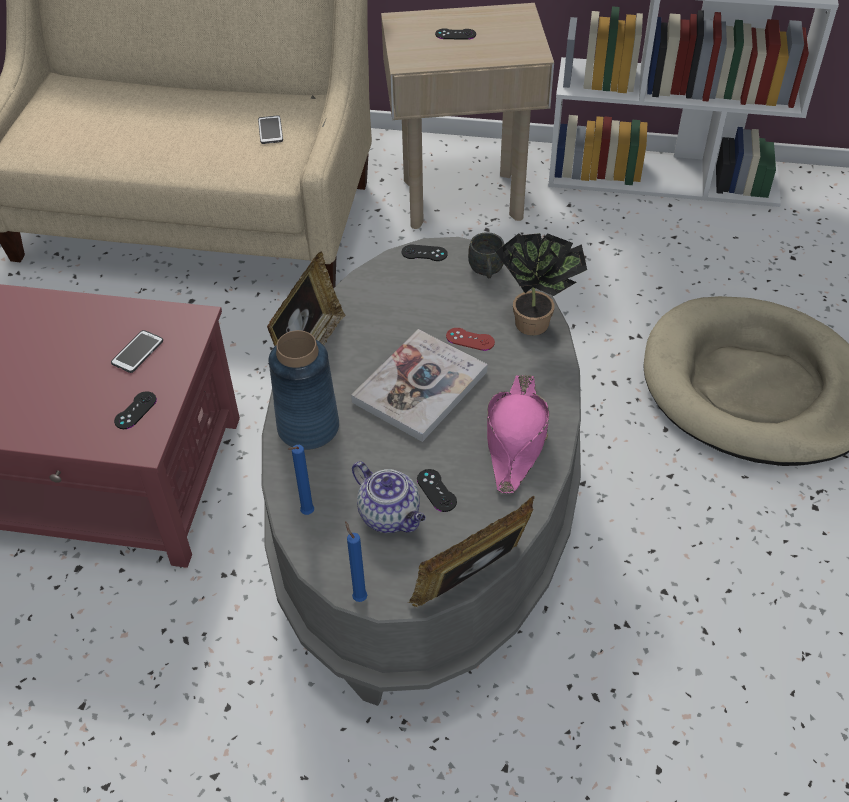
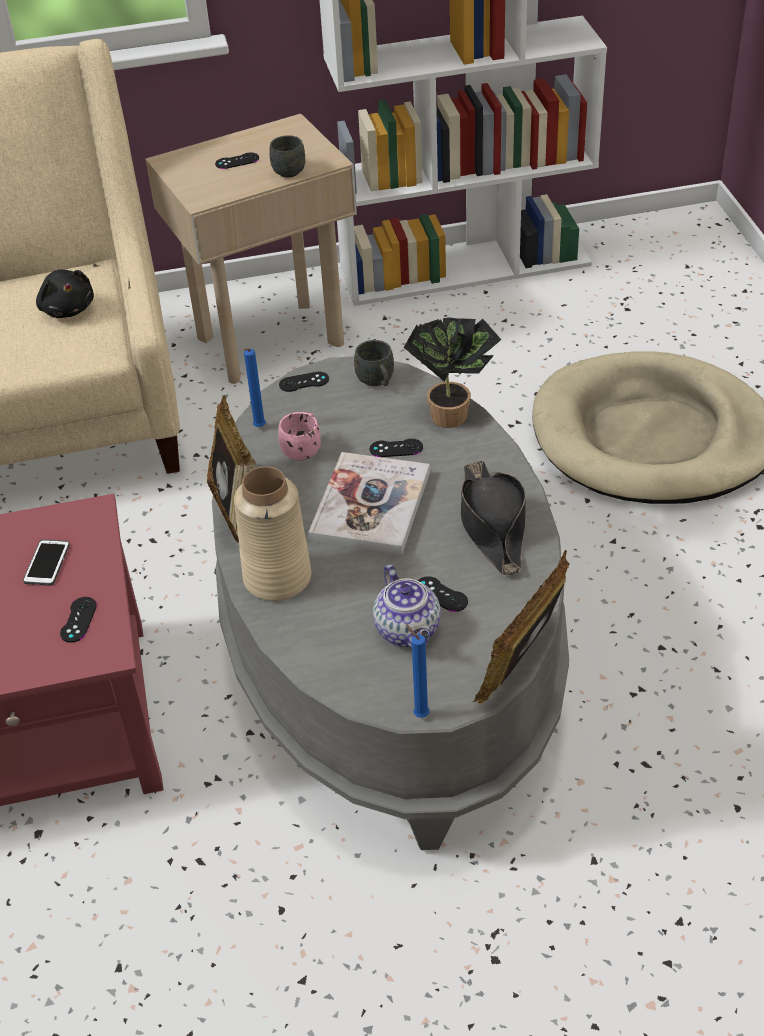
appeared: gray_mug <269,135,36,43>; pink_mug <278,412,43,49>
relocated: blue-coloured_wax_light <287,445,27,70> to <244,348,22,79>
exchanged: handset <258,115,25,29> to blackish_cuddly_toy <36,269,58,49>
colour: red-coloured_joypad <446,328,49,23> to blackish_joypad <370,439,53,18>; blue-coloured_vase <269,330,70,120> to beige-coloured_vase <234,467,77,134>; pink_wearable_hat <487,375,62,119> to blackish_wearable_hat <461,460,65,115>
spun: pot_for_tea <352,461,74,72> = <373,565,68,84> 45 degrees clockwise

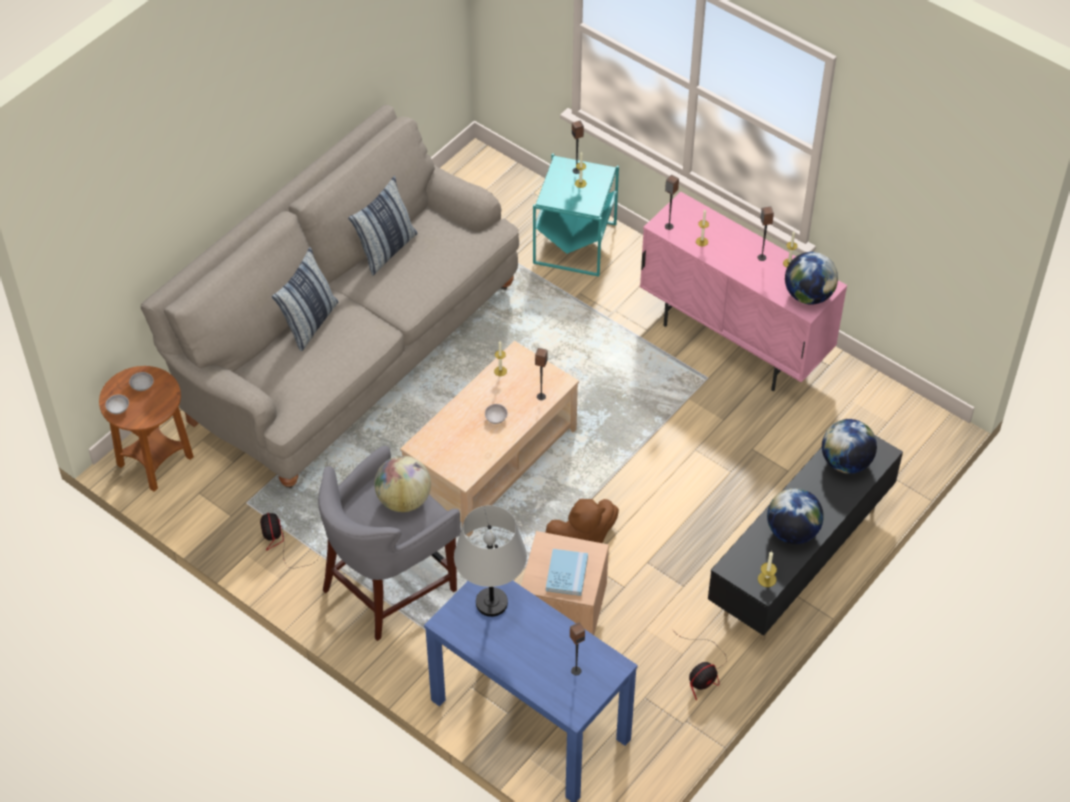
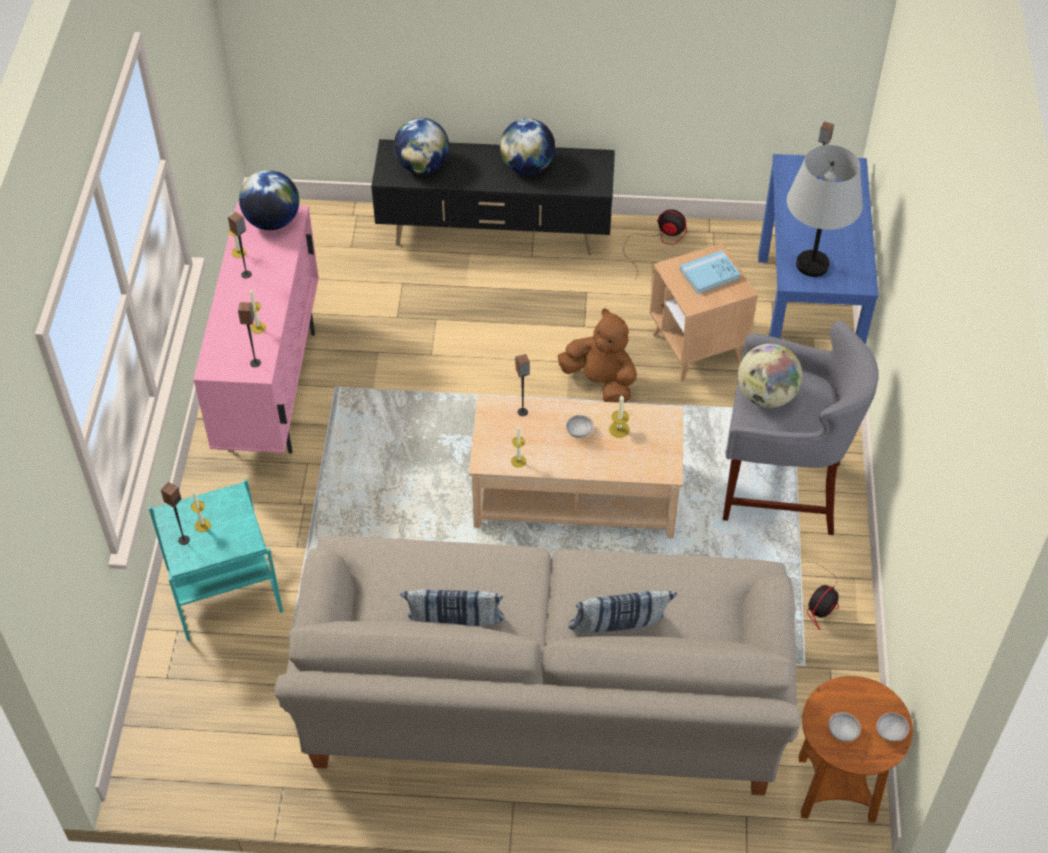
relocated: wax_light <758,551,19,36> to <609,395,21,43>

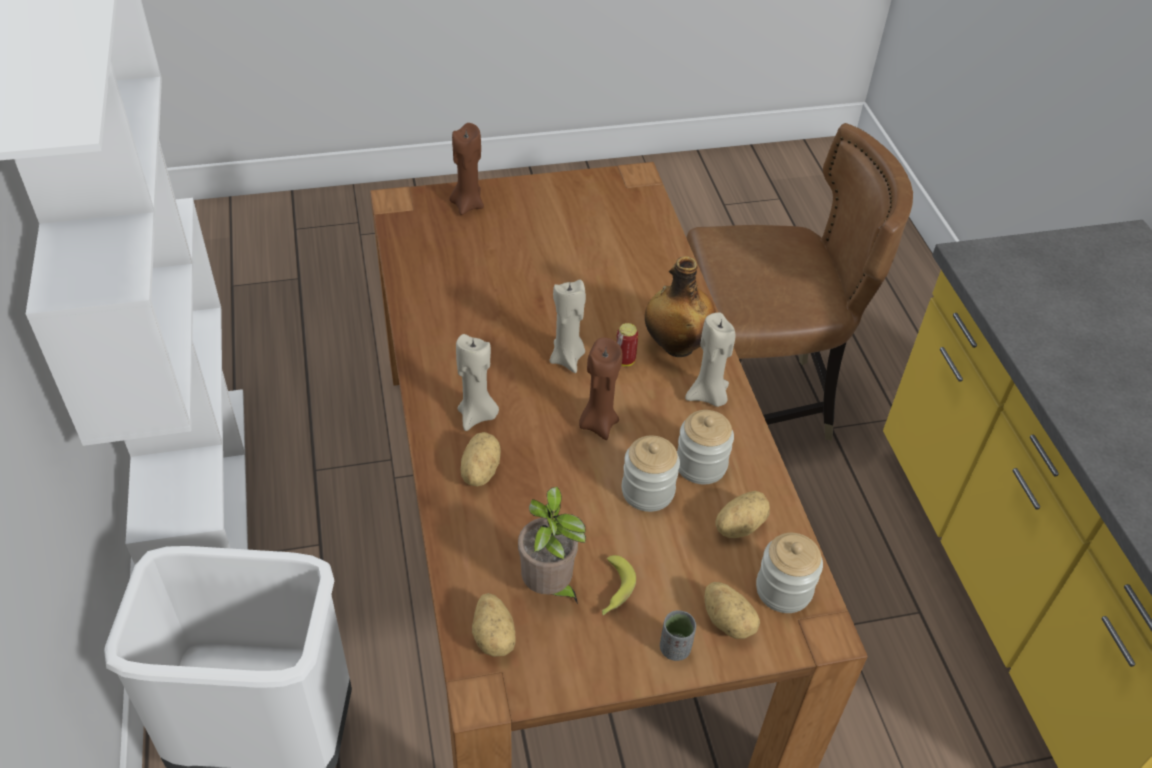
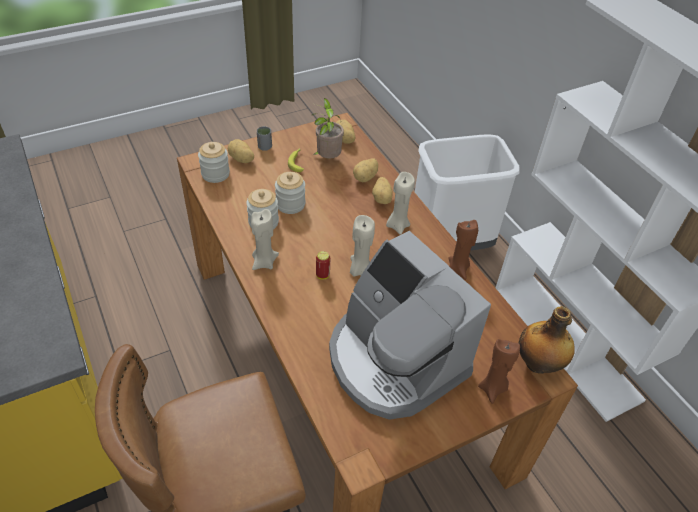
appeared: coffee_machine <329,231,162,189>
relocated: beverage_bottle <645,256,71,101> to <518,306,57,68>; brownish_wax_light <579,338,44,102> to <449,220,29,60>; whole_potato <715,491,55,47> to <353,158,25,24>

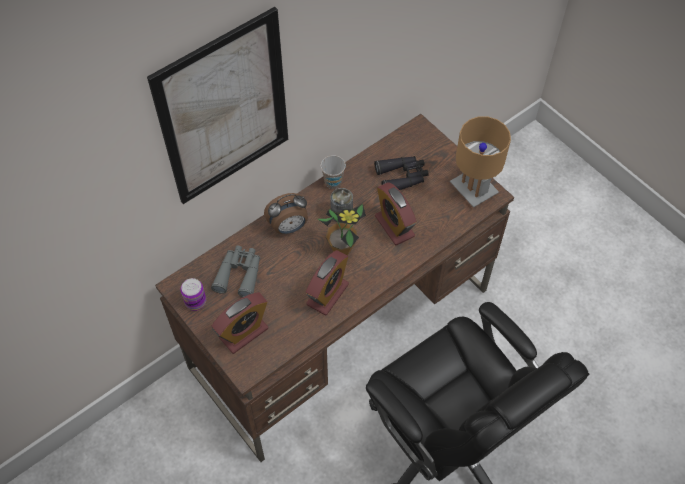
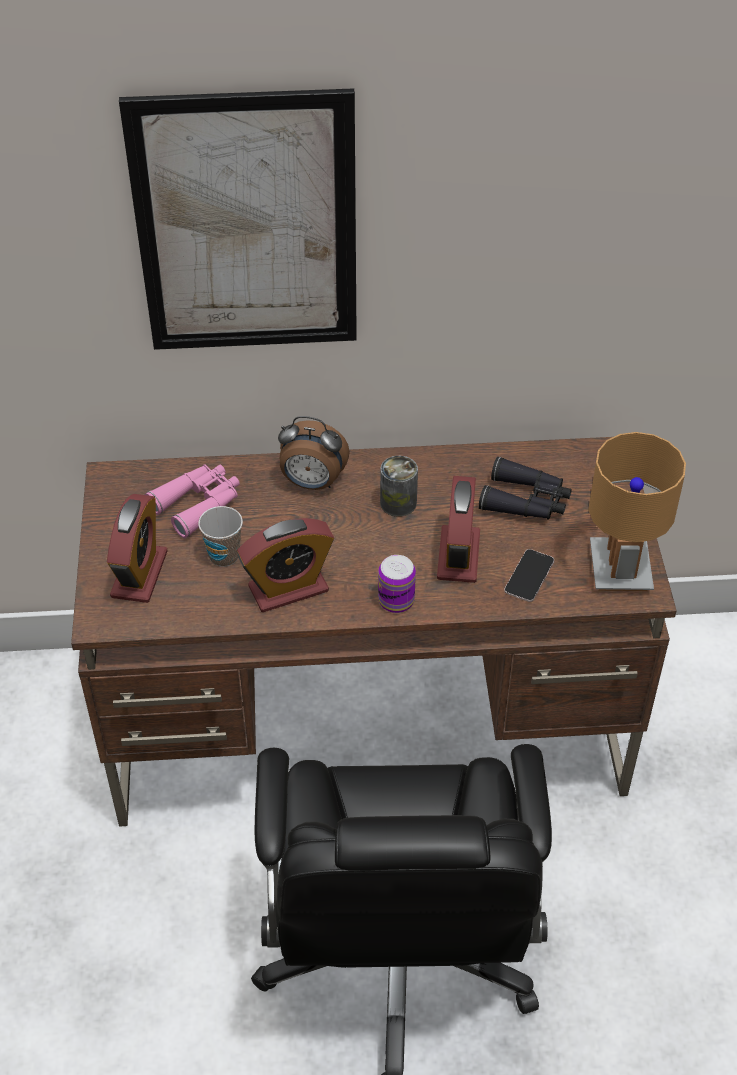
missing: plant_in_a_pot <317,204,49,51>
appeared: handset <504,549,50,53>
relocated: cup <320,155,26,34> to <198,506,45,61>; can <181,278,25,33> to <378,555,38,58>
colour: gray_binoculars <211,245,49,52> to pink_binoculars <145,464,95,74>
spun: bedside_clock <212,292,56,62> = <107,494,60,109> 75 degrees counterclockwise

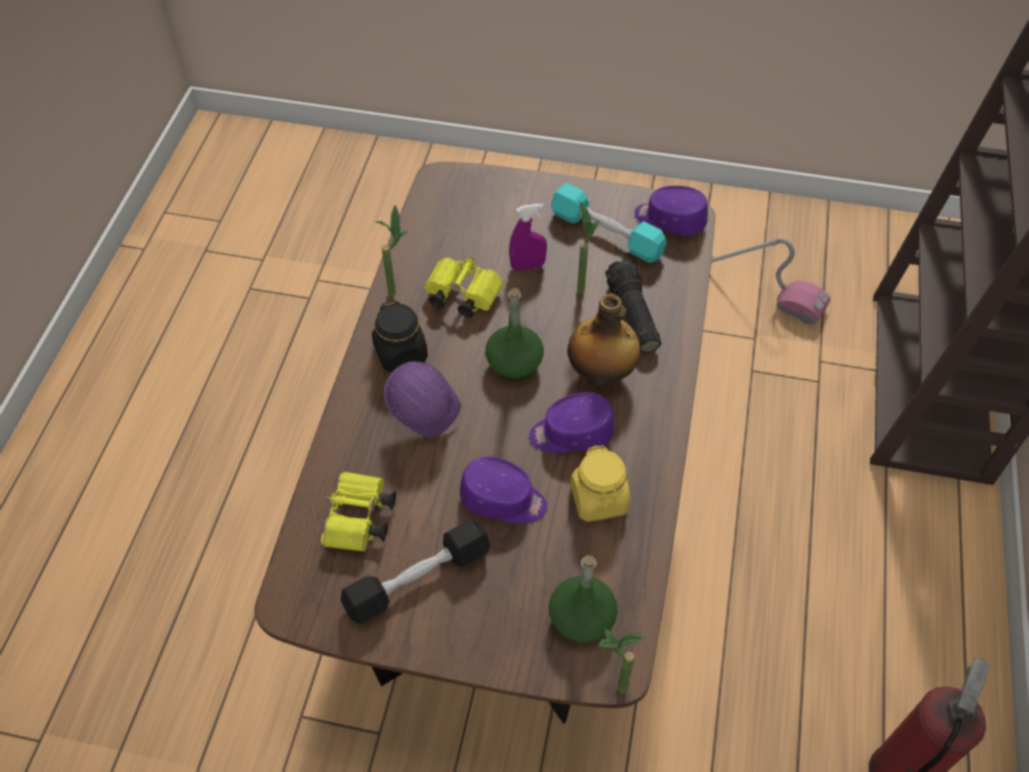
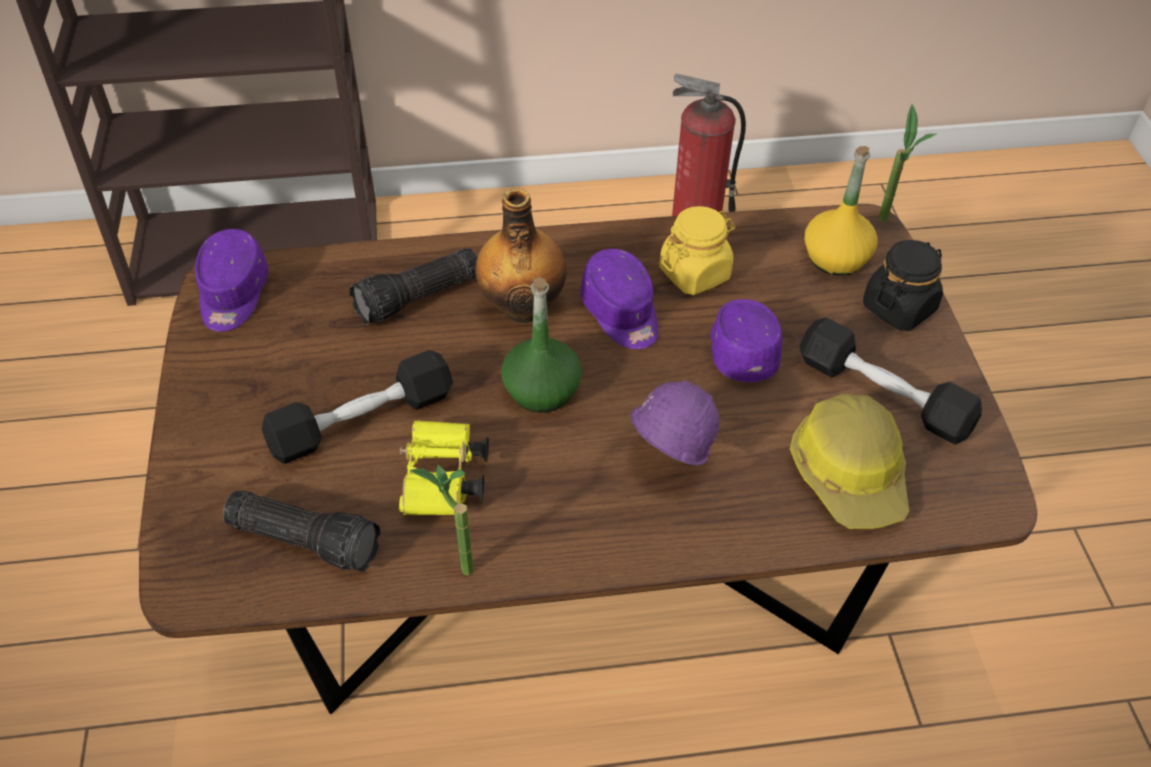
missing: turquoise-coloured_free_weight <551,183,116,80>; plant_in_a_pot <577,201,23,93>; vacuum_cleaner <711,238,119,87>
appeared: hand_torch <223,491,158,81>
relocated: blackish_preserve_jar <372,300,56,72> to <863,240,80,91>
exchanged: purplish_sprayer <509,204,38,67> to blackish_free_weight <262,350,191,114>; yellow_binoculars <321,472,75,80> to work_helmet <790,394,119,135>
colour: green-coloured_beverage_bottle <549,555,69,88> to yellow_beverage_bottle <805,146,72,130>

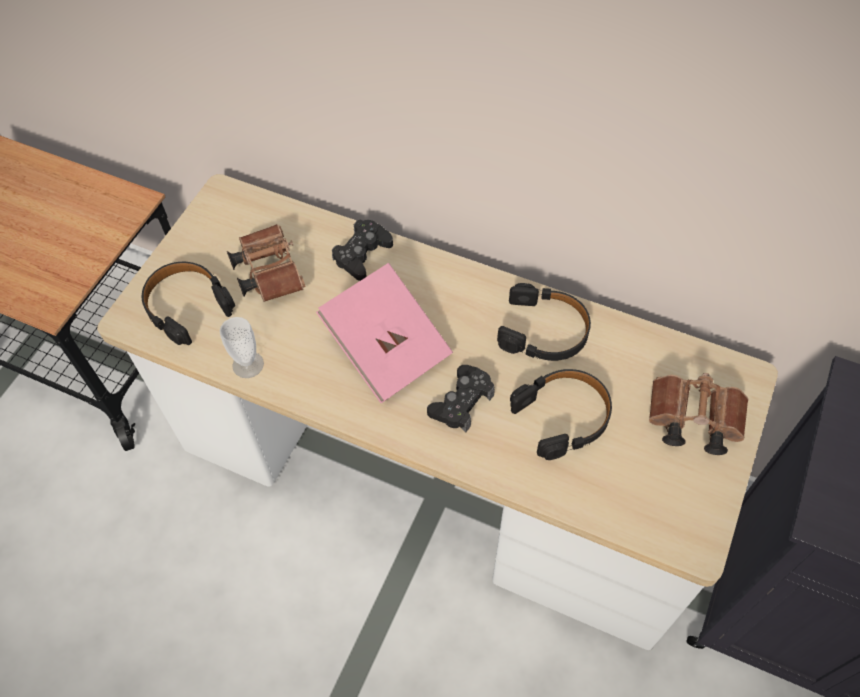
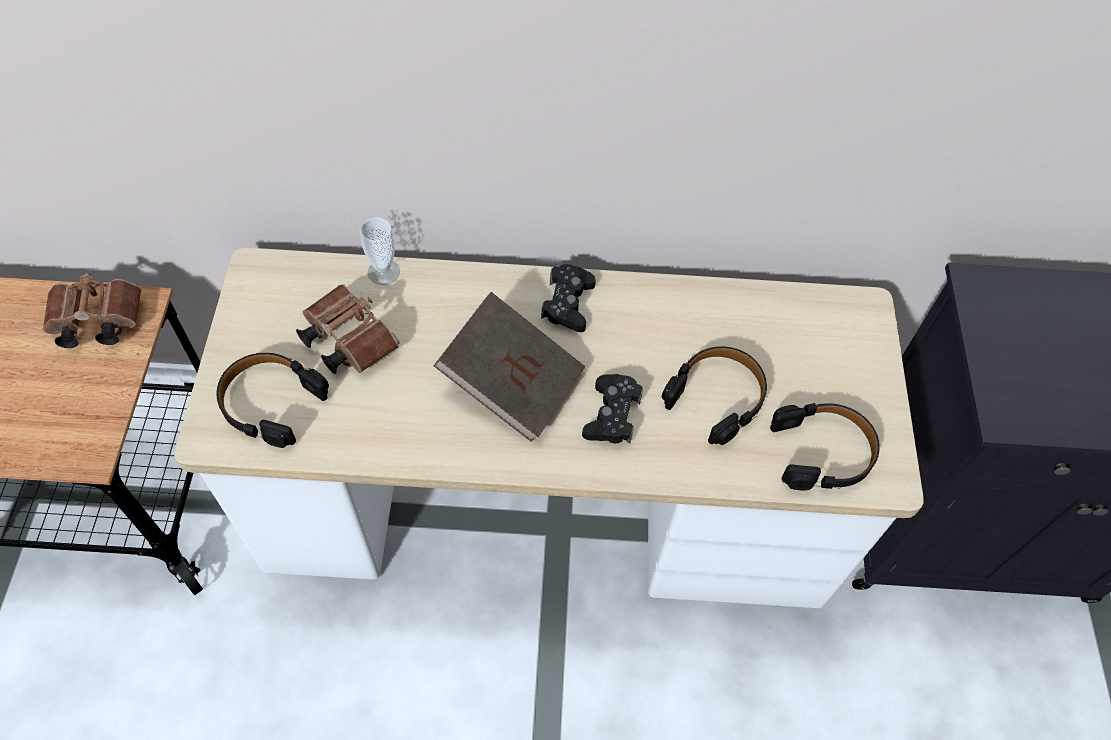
relocated: blackish_joypad <332,219,61,62> to <541,264,55,68>; blackish_headphones <497,283,94,78> to <770,403,110,88>; cup <220,317,44,61> to <360,217,40,68>; brownish_binoculars <649,373,99,82> to <43,273,98,75>
colour: pink_book <316,263,137,140> to brownish_book <434,292,151,150>

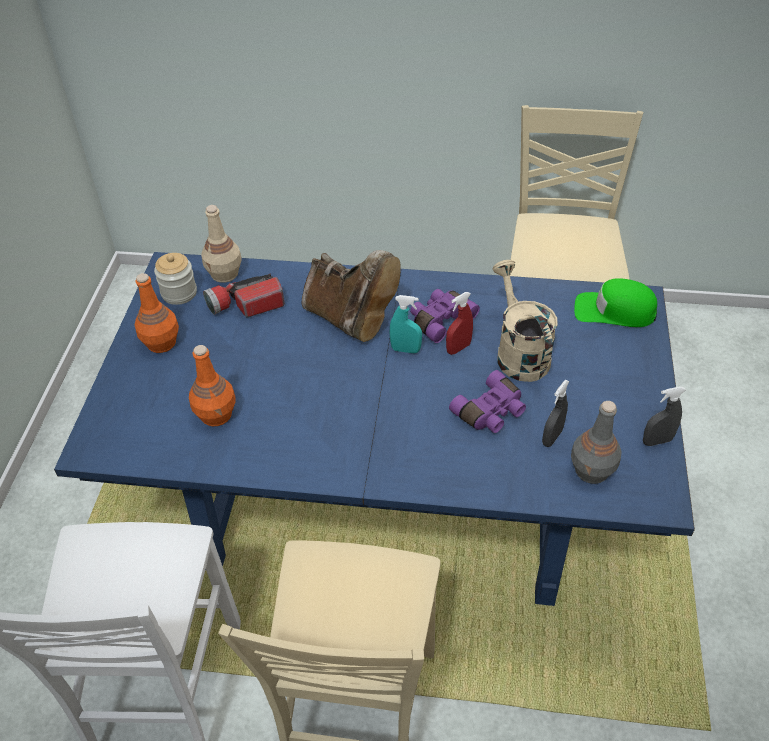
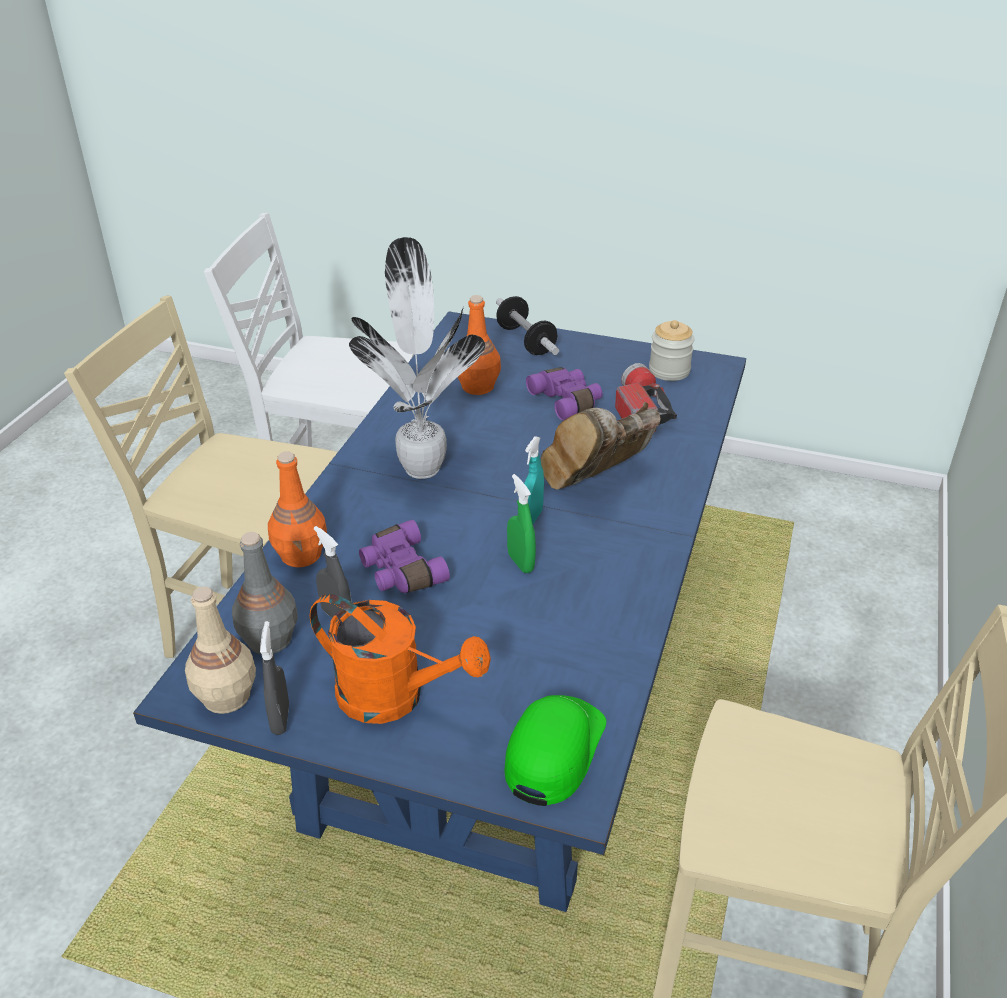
missing: beige-coloured_watering_pot <493,260,65,122>
appeared: plant_in_a_pot <349,237,136,242>; free_weight <496,296,63,59>; orange_watering_pot <310,594,181,130>
relocated: beige-coloured_beverage_bottle <201,205,41,78> to <185,587,71,127>; orange_beverage_bottle <135,273,44,80> to <268,451,59,116>; purplish_binoculars <410,289,70,54> to <526,367,77,53>
colour: red-coloured_sprayer <446,292,27,63> to green-coloured_sprayer <507,474,29,99>

